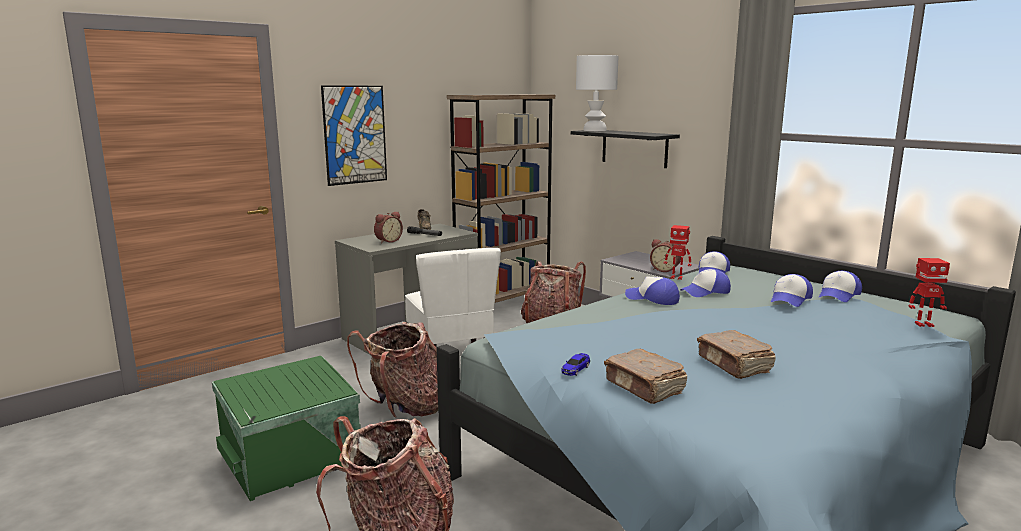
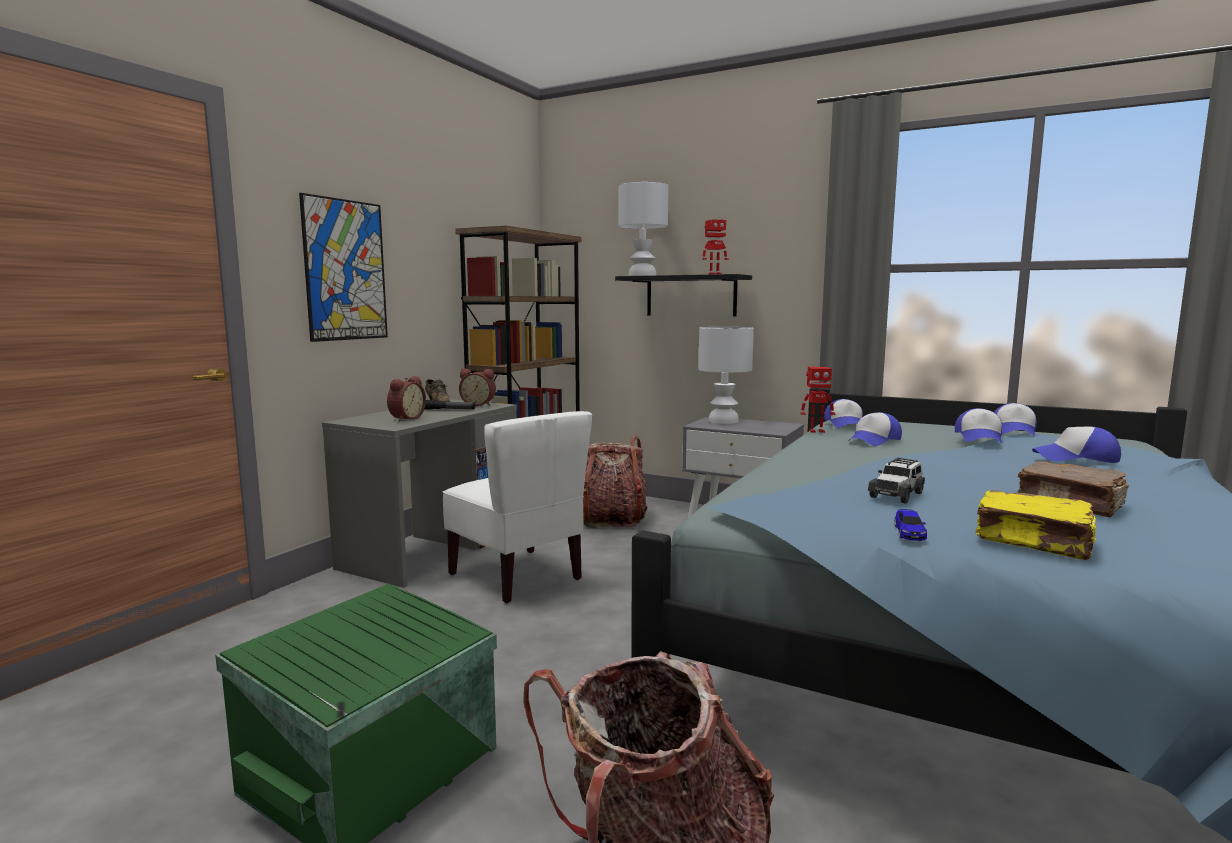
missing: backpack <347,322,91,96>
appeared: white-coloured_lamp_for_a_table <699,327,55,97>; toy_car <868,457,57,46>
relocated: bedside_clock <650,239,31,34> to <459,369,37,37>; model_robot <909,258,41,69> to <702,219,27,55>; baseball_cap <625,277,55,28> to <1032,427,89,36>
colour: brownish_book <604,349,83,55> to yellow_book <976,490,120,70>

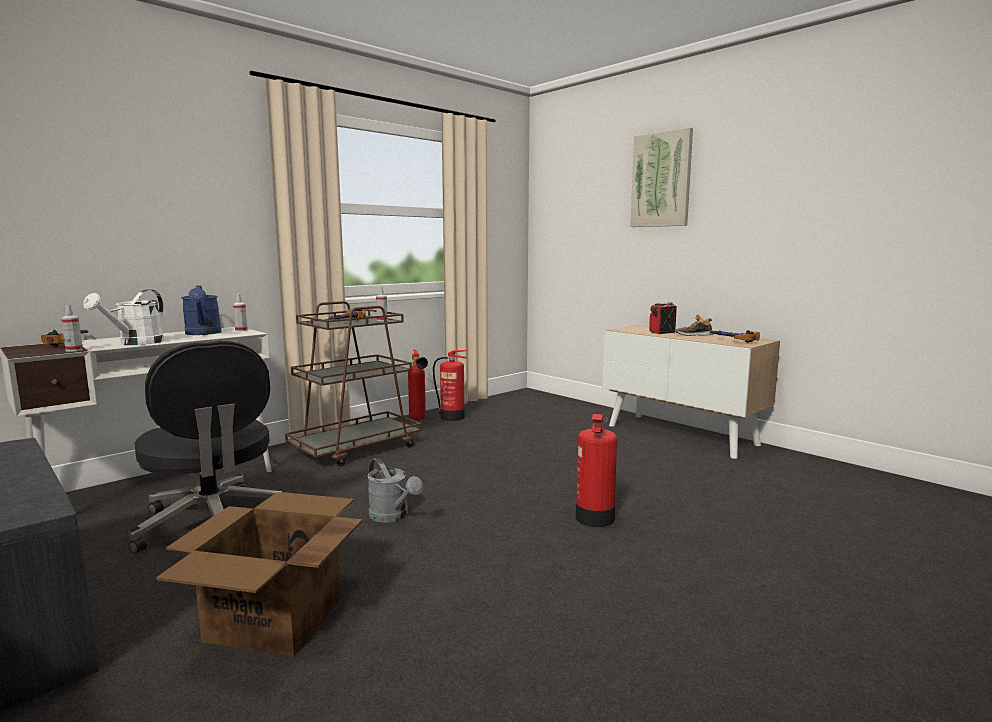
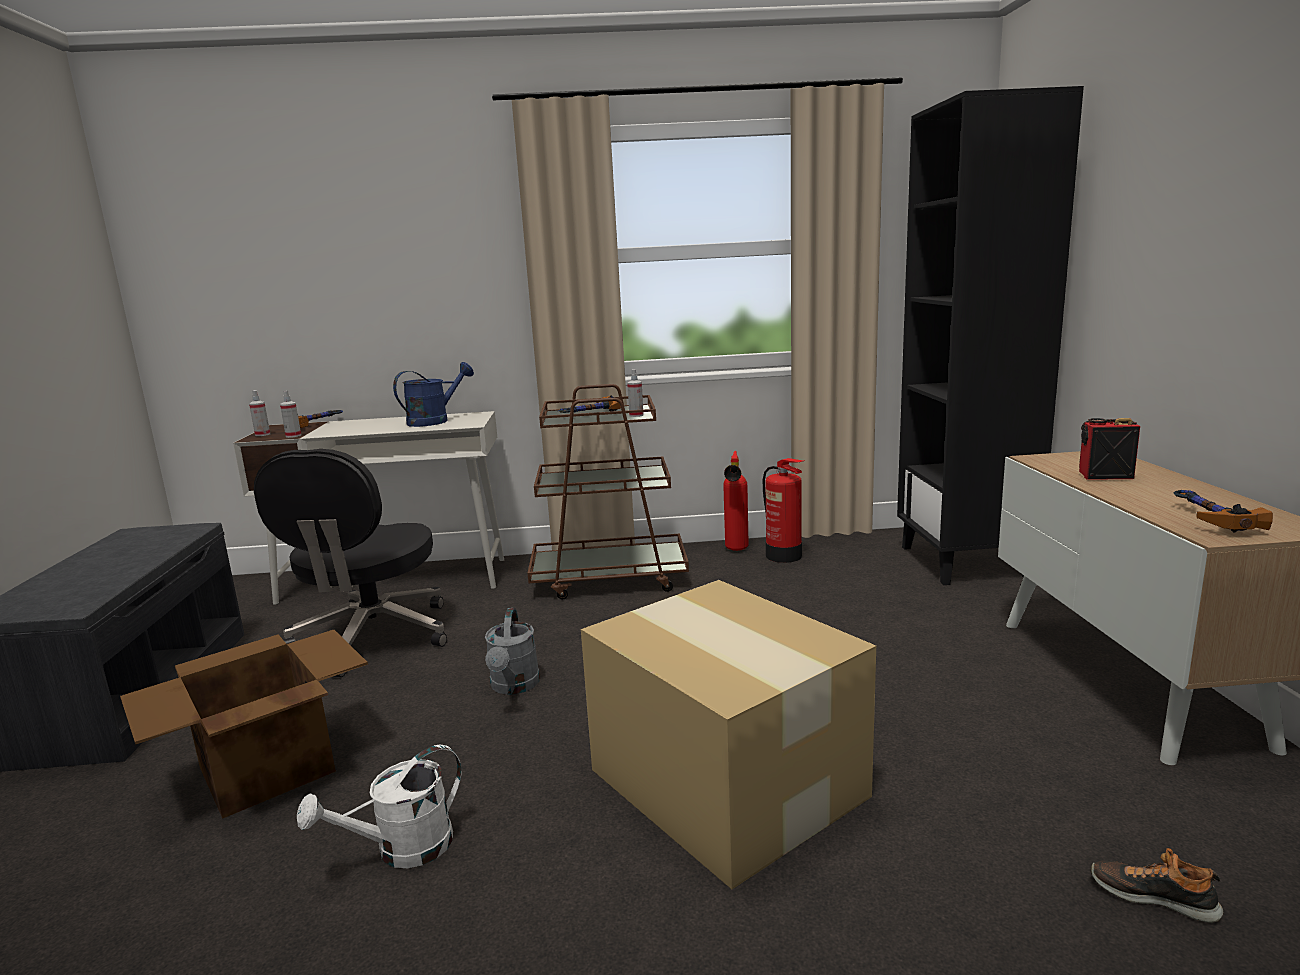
missing: wall_picture <630,127,63,100>
appeared: blackish_bookcase <897,86,187,499>
relocated: white-coloured_watering_pot <83,289,81,56> to <297,745,164,123>; sprayer <233,294,15,38> to <249,390,21,46>; low_shoe <676,315,37,21> to <1091,848,132,75>
exchanged: fire-fighting_cylinder <575,414,42,113> to cardboard_box <581,580,295,309>
spun: blue-coloured_watering_pot <182,285,39,50> = <393,362,81,65> 150 degrees counterclockwise

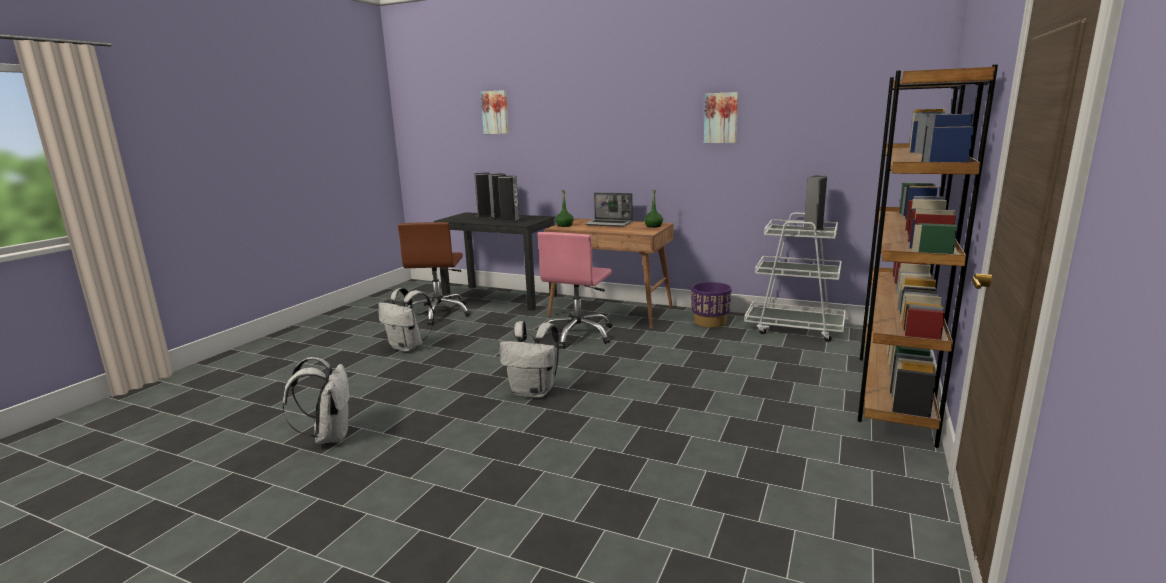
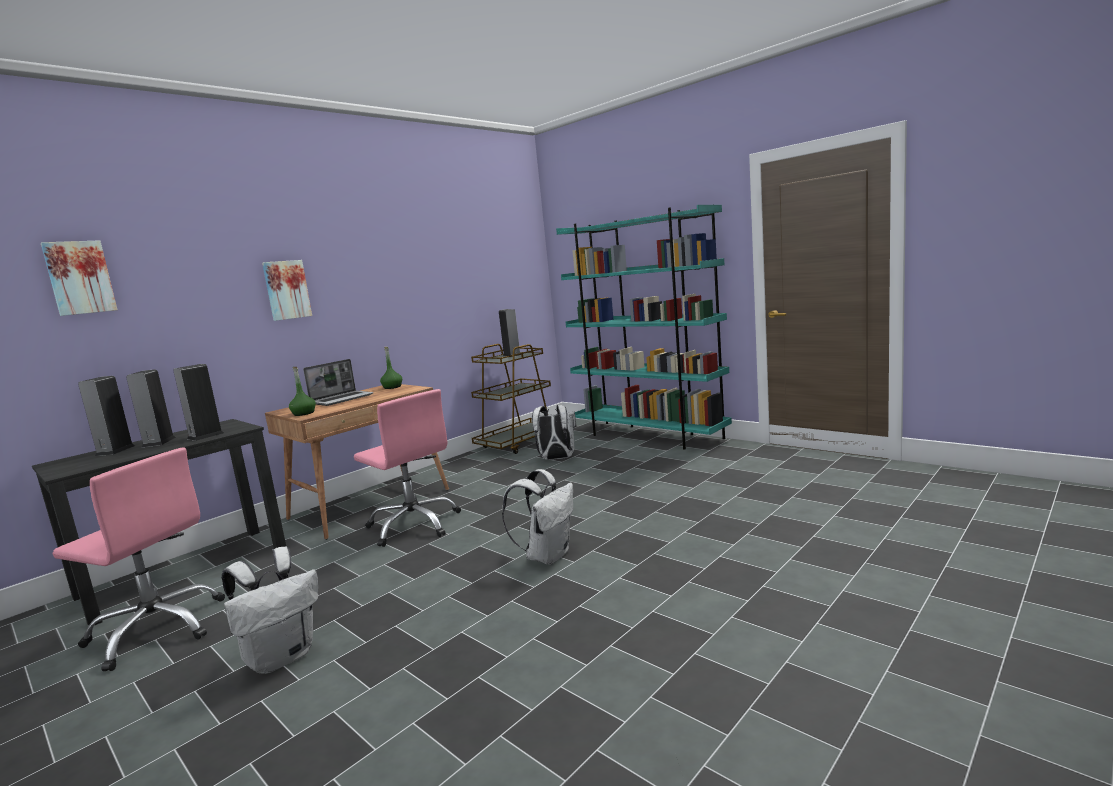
missing: purplish_plant_pot <691,282,41,46>
relocated: wall_picture <704,92,34,51> to <262,260,50,61>; white-coloured_backpack <282,357,70,87> to <532,405,44,55>
colour: brownish_bookcase <858,64,140,384> to turquoise-coloured_bookcase <556,204,176,245>; white-coloured_cart <744,212,102,130> to brownish_cart <471,344,80,110>; brownish_computer_chair <398,222,73,103> to pink_computer_chair <53,447,172,224>

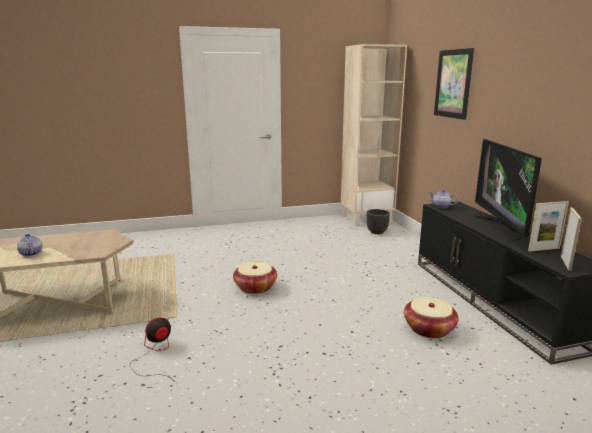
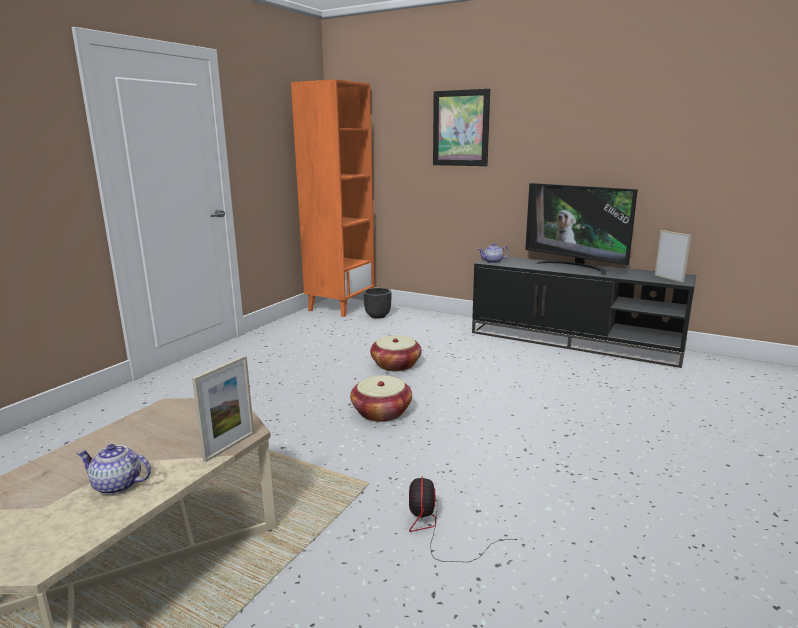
relocated: picture_frame <528,201,41,51> to <192,355,62,107>; basket <404,297,55,41> to <370,335,52,36>
colour: beige-coloured_bookcase <341,44,66,182> to orange_bookcase <291,79,84,238>

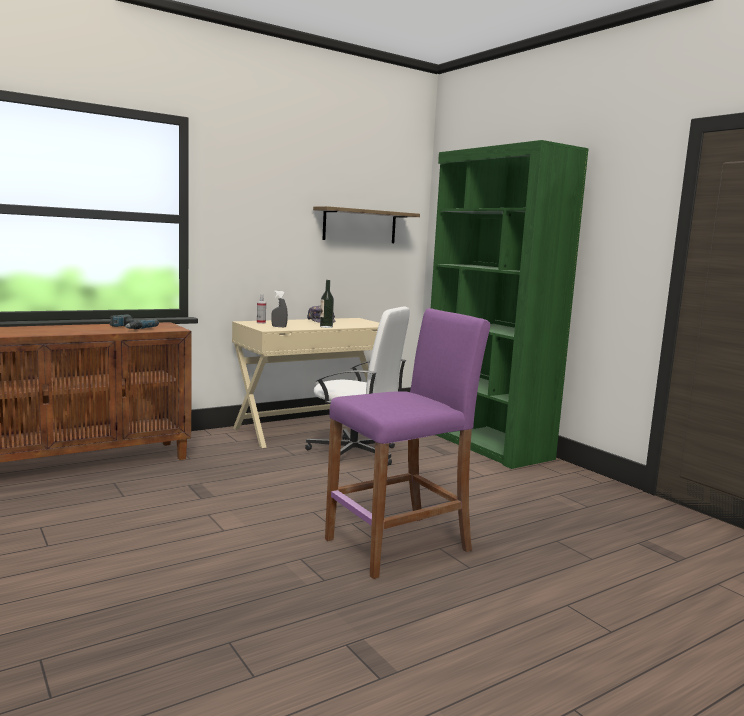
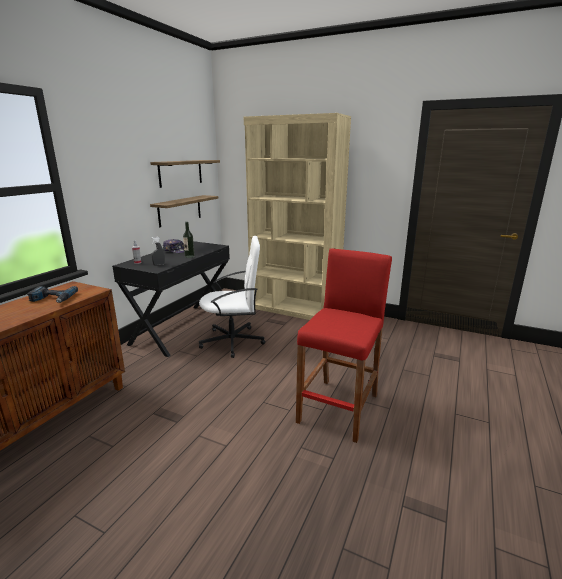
appeared: shelf <150,195,69,33>
colour: green-coloured_bookcase <431,140,158,329> to beige-coloured_bookcase <244,113,107,207>; purplish_sitting_stool <325,308,165,271> to red-coloured_sitting_stool <296,248,96,195>; beige-coloured_desk_table <232,318,147,130> to blackish_desk_table <112,241,118,116>

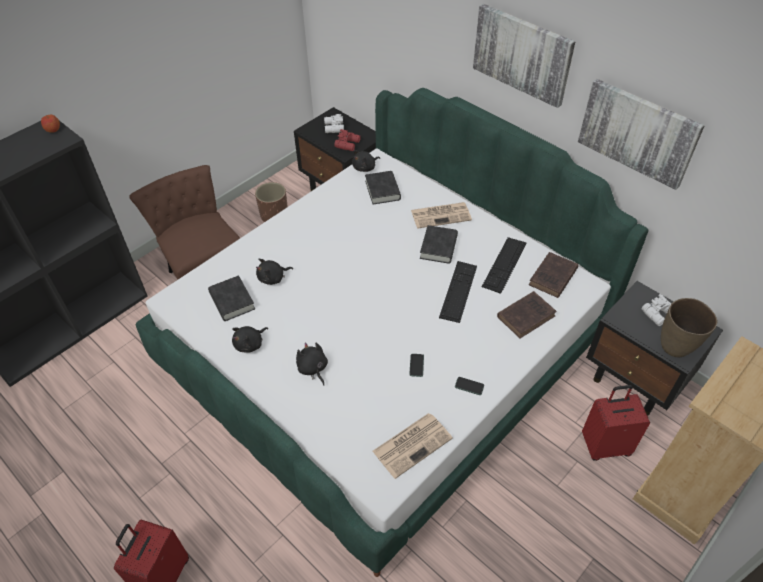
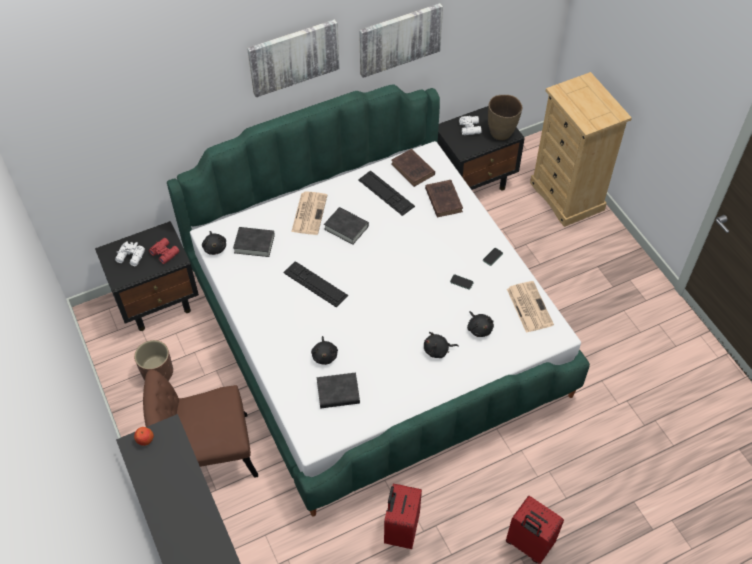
relocated: computer_keyboard <439,261,38,62> to <283,261,65,47>; blackish_cuddly_toy <232,326,36,27> to <467,311,27,26>; red-coloured_suitcase <582,385,68,76> to <384,483,38,66>

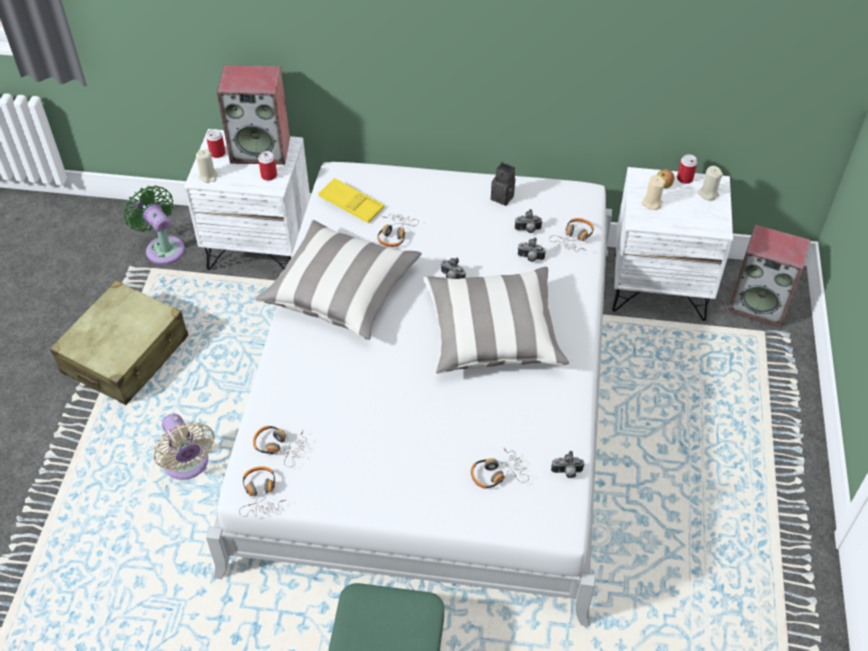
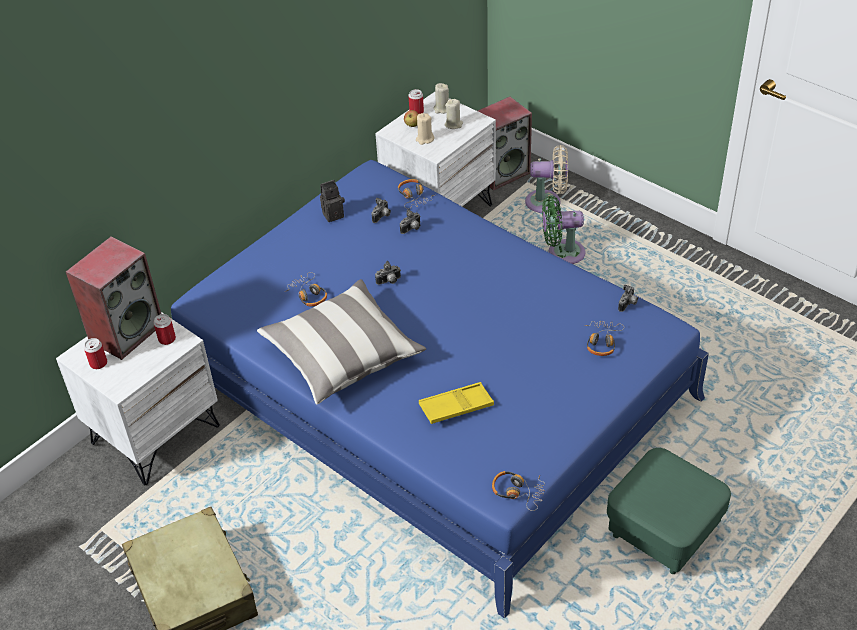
missing: cushion <423,267,146,107>; headphones <253,426,54,41>
relocated: beige-coloured_wax_light <196,149,22,34> to <444,99,19,30>; yellow_tray <318,178,66,45> to <419,382,75,42>; green-coloured_cooling_fan <123,185,62,80> to <542,196,44,68>; beige-coloured_cooling_fan <153,414,62,66> to <525,145,43,68>
colour: white-coloured_bed <206,162,406,464> to blue-coloured_bed <171,160,538,458>

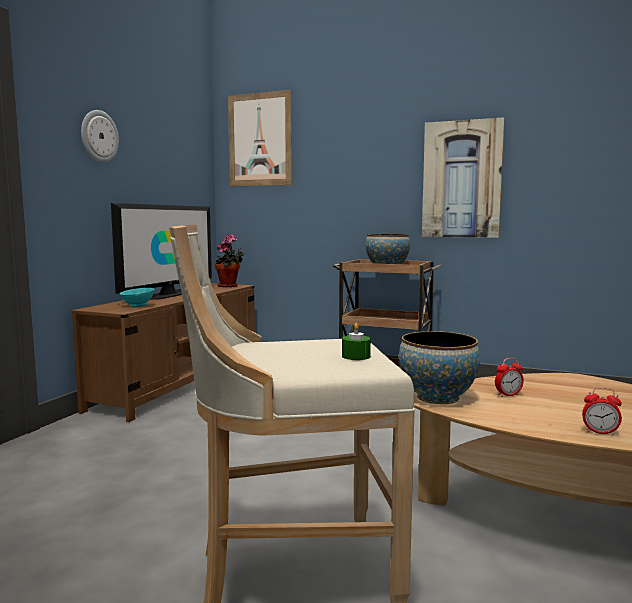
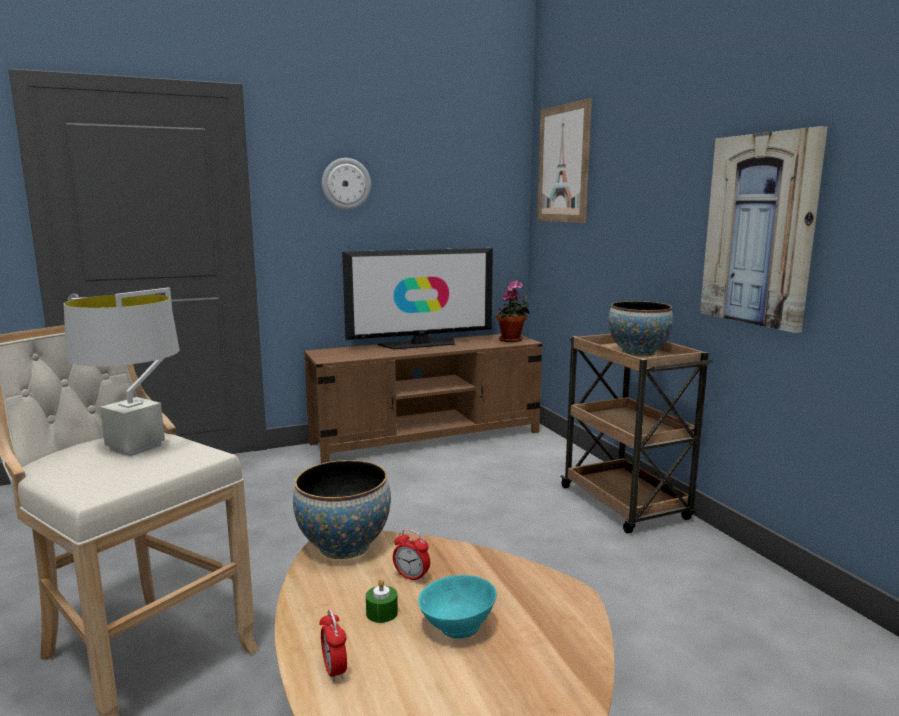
appeared: gray_lamp_for_a_table <64,288,116,168>
relocated: turquoise-coloured_bowl <120,288,35,19> to <418,575,79,64>; green-coloured_wax_light <342,323,29,37> to <366,579,32,44>

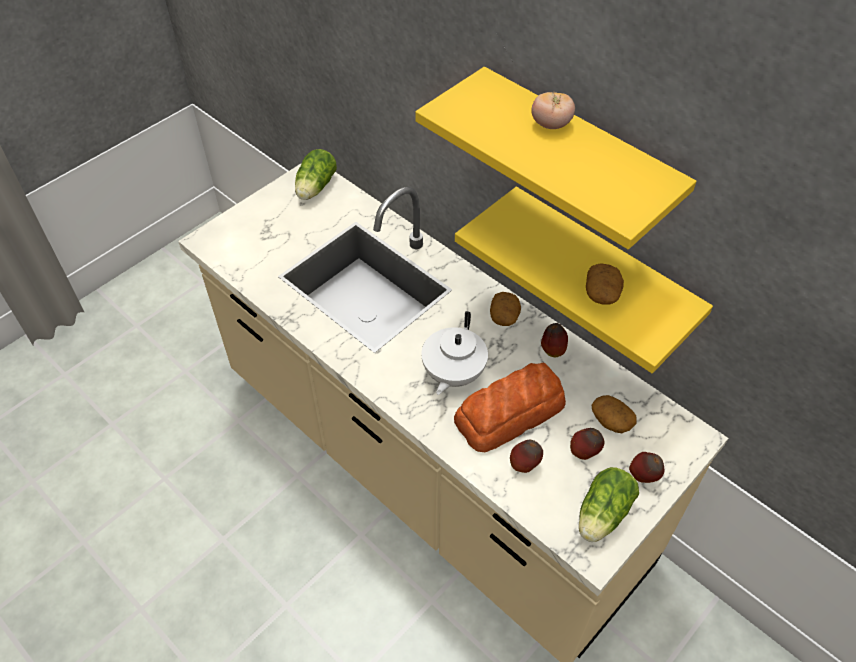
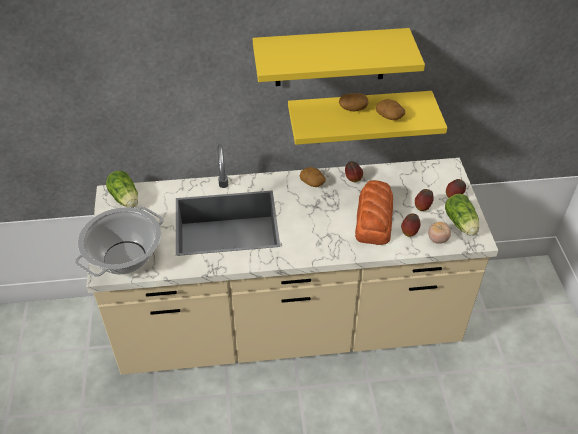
missing: white-coloured_pot_for_tea <422,311,66,84>
appeared: stockpot <75,207,89,70>
relocated: whole_tomato <531,92,44,37> to <428,222,23,22>; whole_potato <592,395,44,38> to <339,93,30,18>

